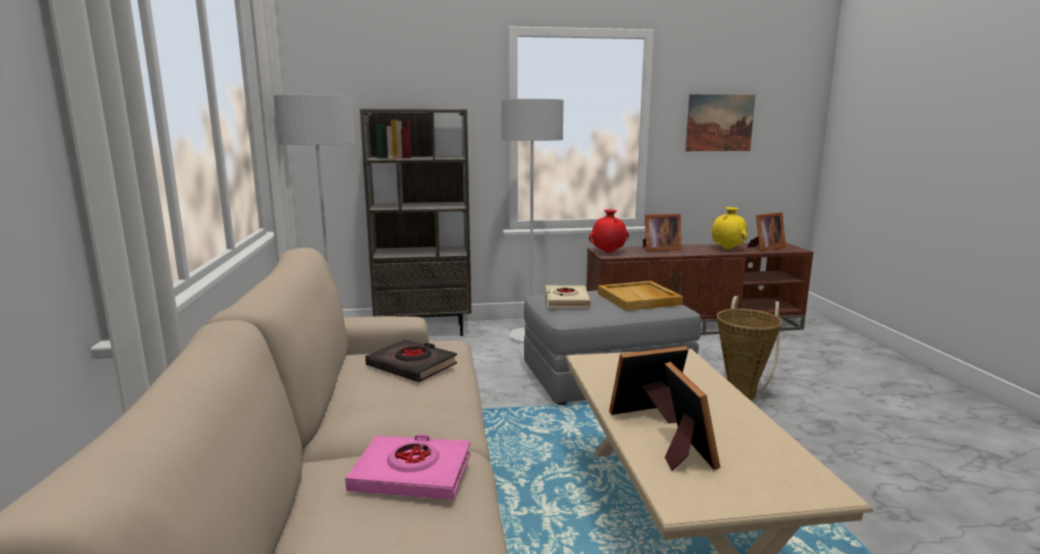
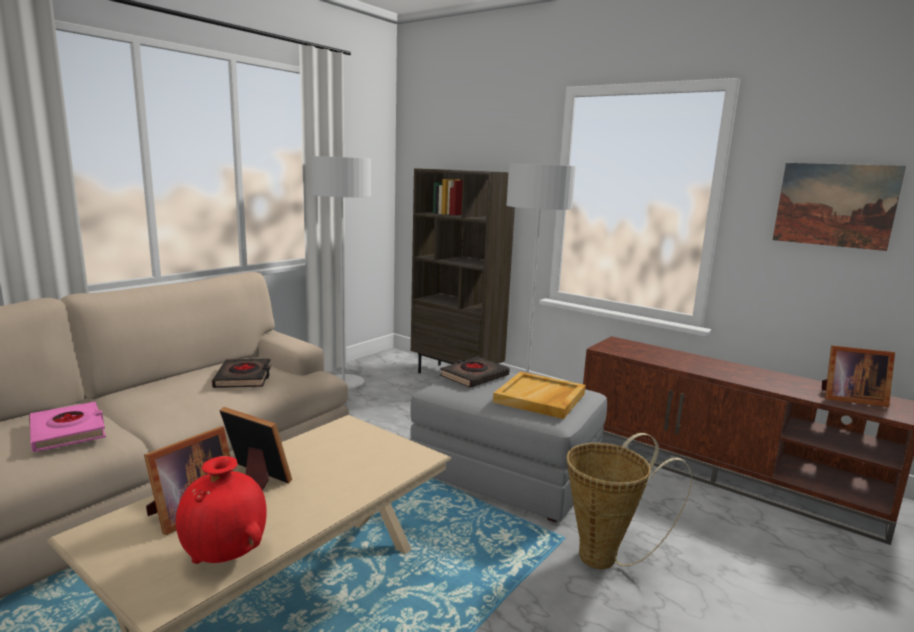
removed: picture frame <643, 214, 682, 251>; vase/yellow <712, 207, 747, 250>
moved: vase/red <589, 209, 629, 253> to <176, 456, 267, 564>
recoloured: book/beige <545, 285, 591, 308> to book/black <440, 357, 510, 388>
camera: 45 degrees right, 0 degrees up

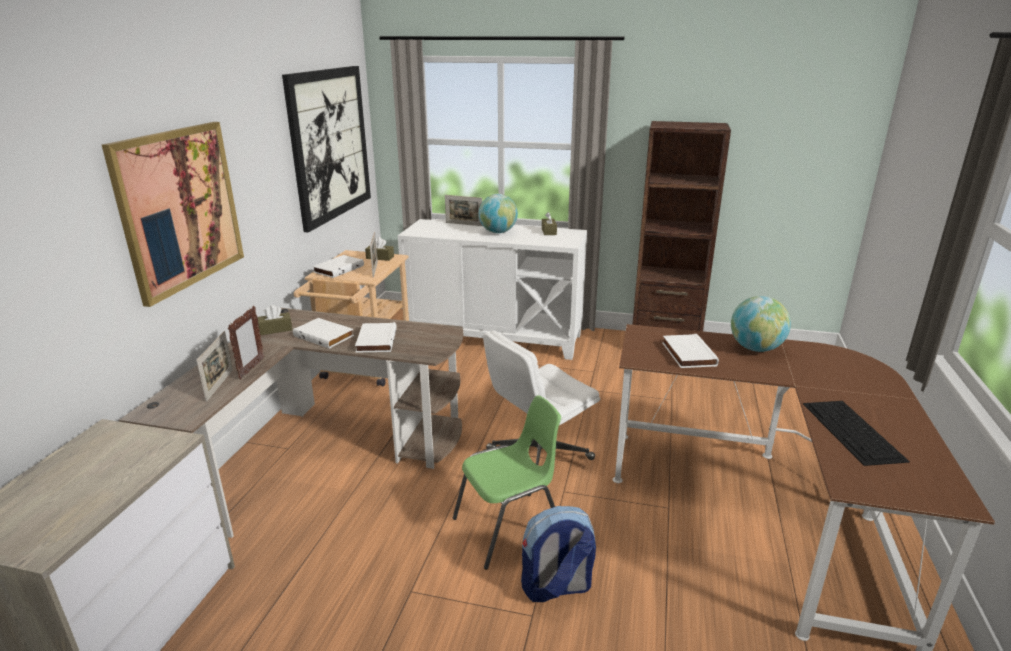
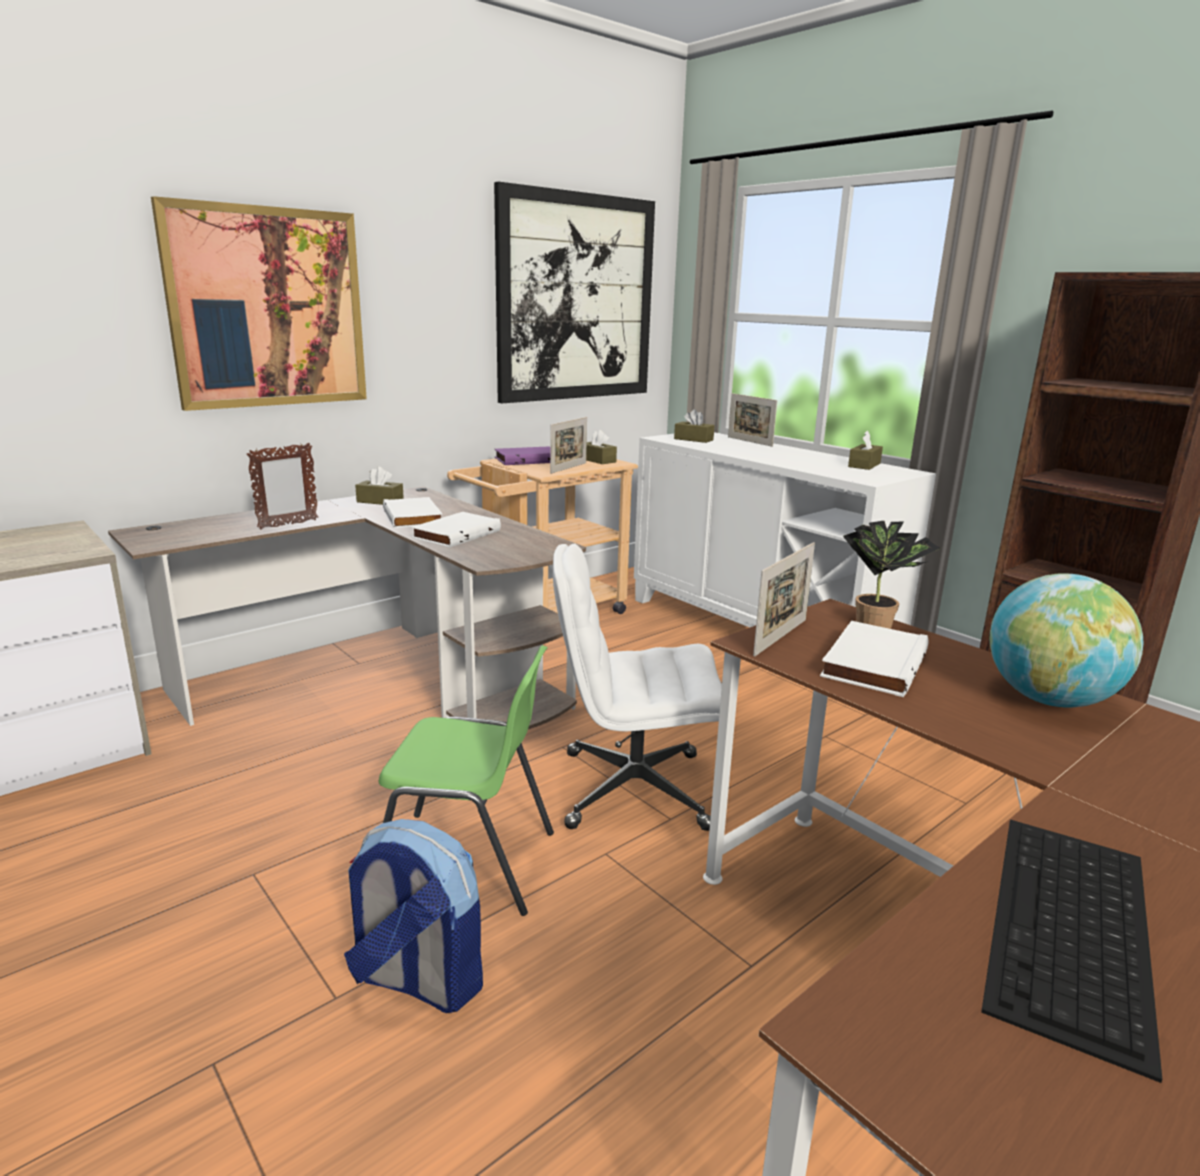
removed: globe <479, 194, 518, 233>
added: tissue box/brown <674, 409, 715, 443>; potted plant <843, 521, 940, 629>
moved: picture frame <196, 331, 233, 402> to <753, 542, 815, 656>
recoloured: book/white <312, 255, 364, 278> to book/purple <494, 446, 550, 465>
camera: 35 degrees right, 5 degrees down

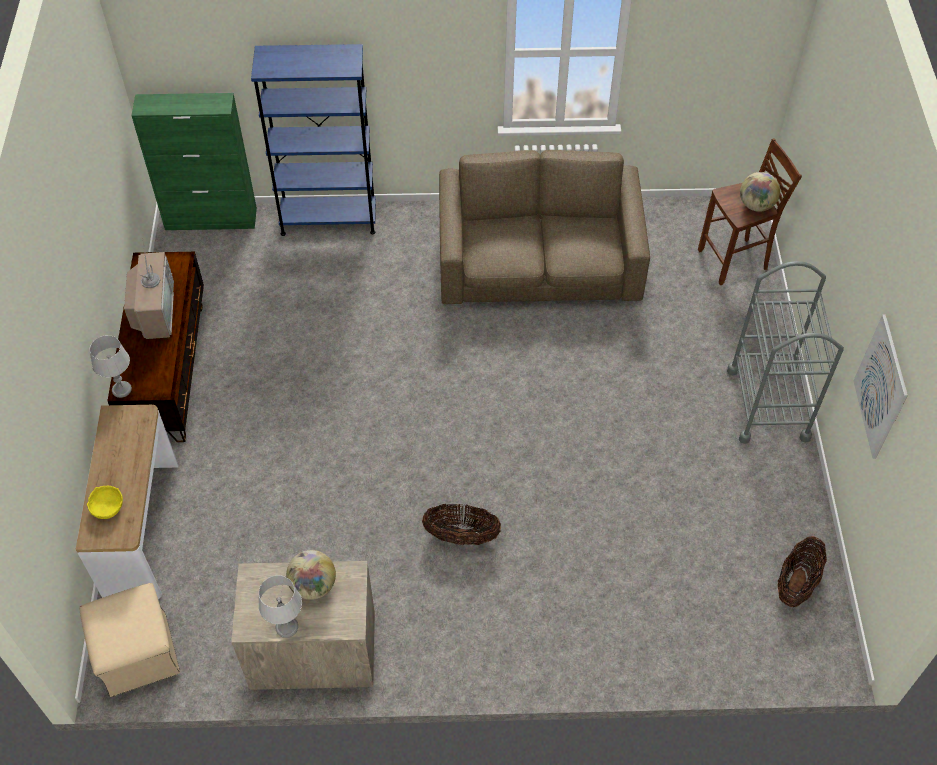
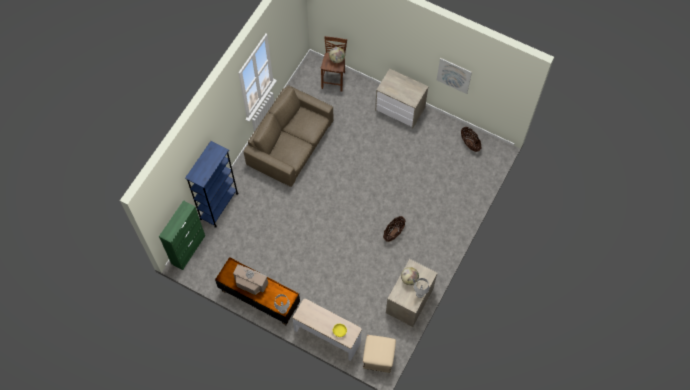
replaced: cart/grey <727, 261, 844, 444> to dresser <375, 69, 429, 128>
camera: 60 degrees left, 10 degrees up

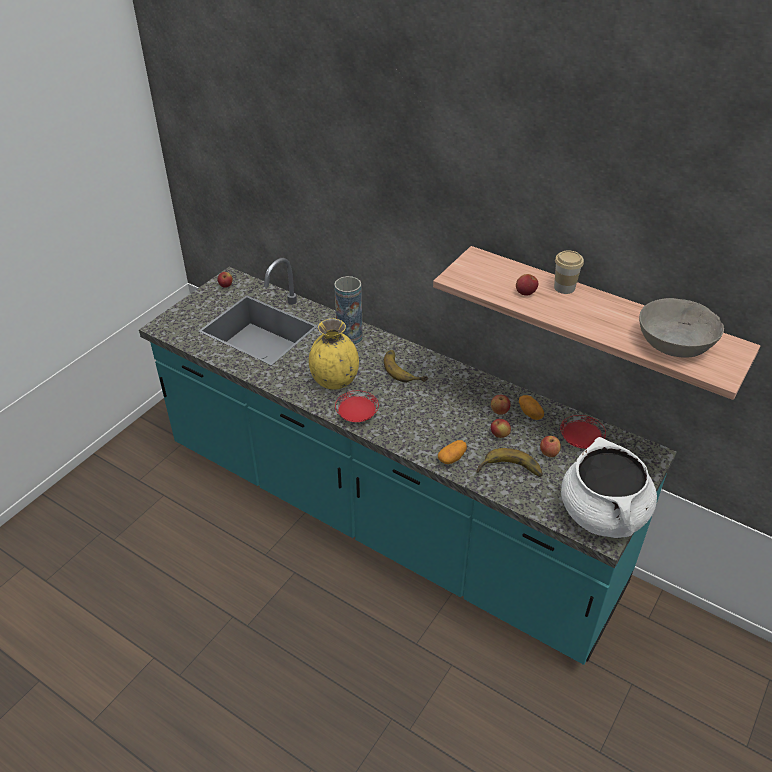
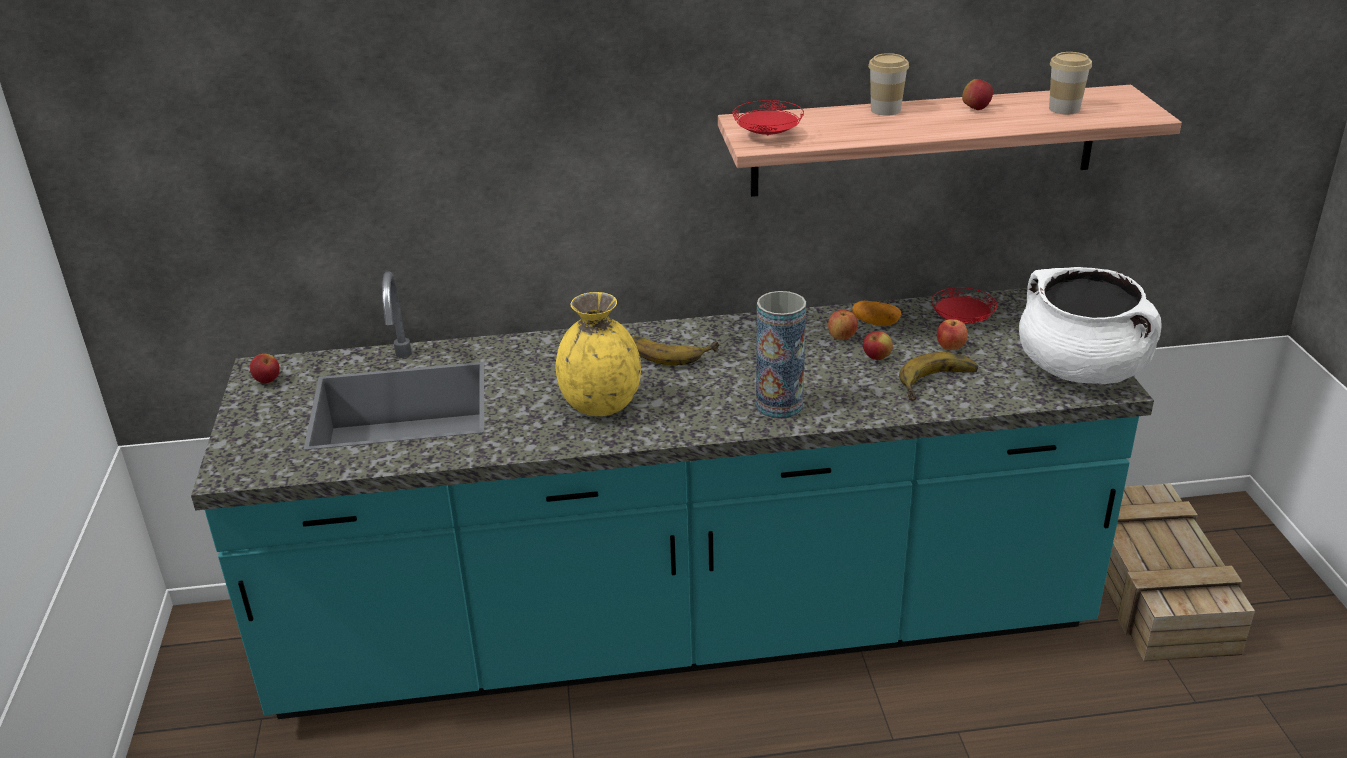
removed: potato <438, 440, 467, 464>
added: crate <1104, 484, 1255, 661>
moved: vase <334, 276, 363, 345> to <756, 291, 806, 419>; plate/red <335, 391, 379, 422> to <732, 100, 804, 135>; apple <516, 274, 538, 296> to <962, 79, 993, 110>
replaced: bowl/grey <639, 298, 724, 358> to cup <1049, 52, 1092, 115>
camera: 40 degrees left, 10 degrees down

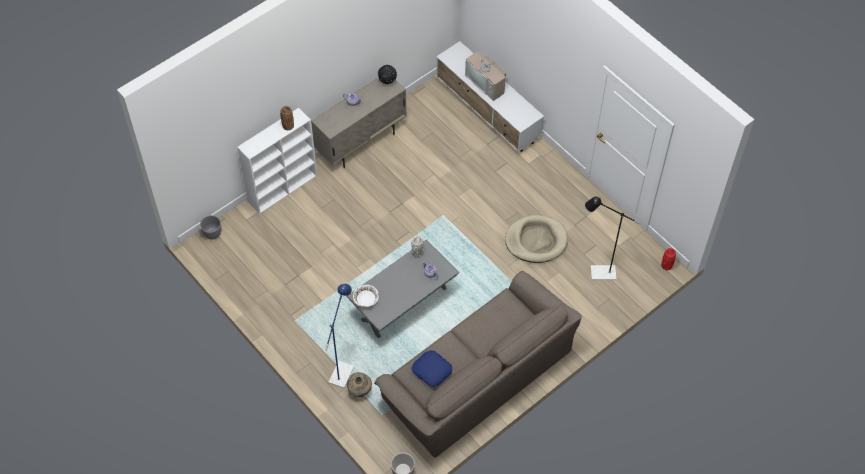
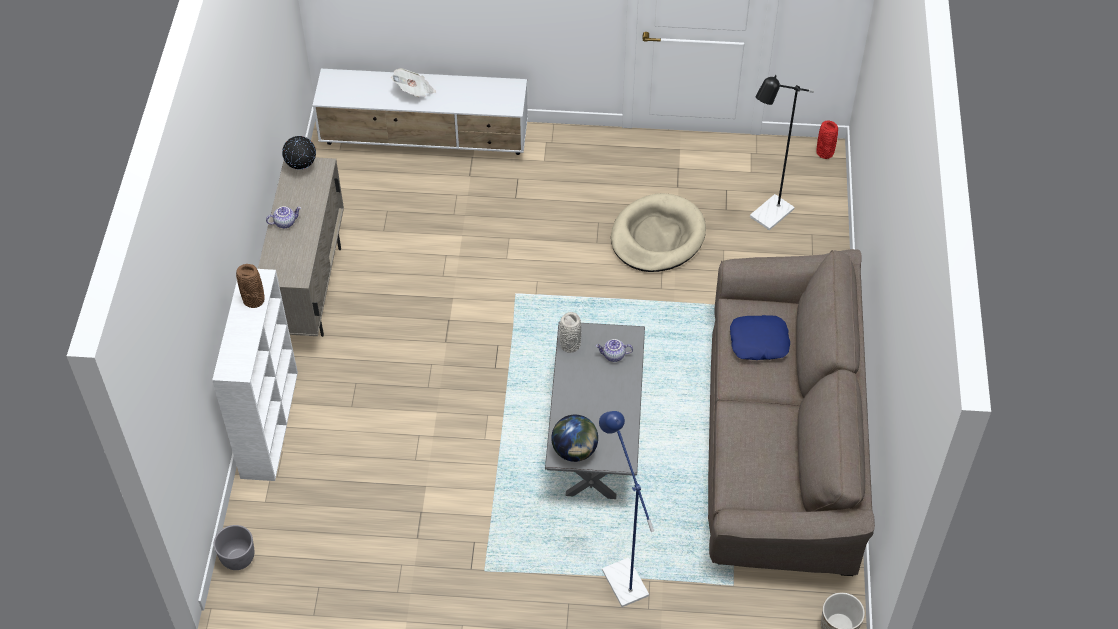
removed: vase/beige <347, 372, 372, 397>
moved: pillow/blue <412, 350, 452, 387> to <730, 315, 790, 360>
replaced: bowl/white <353, 285, 379, 308> to globe <551, 415, 598, 462>; television <465, 45, 506, 101> to newspaper <391, 68, 436, 97>
camera: 45 degrees left, 5 degrees down

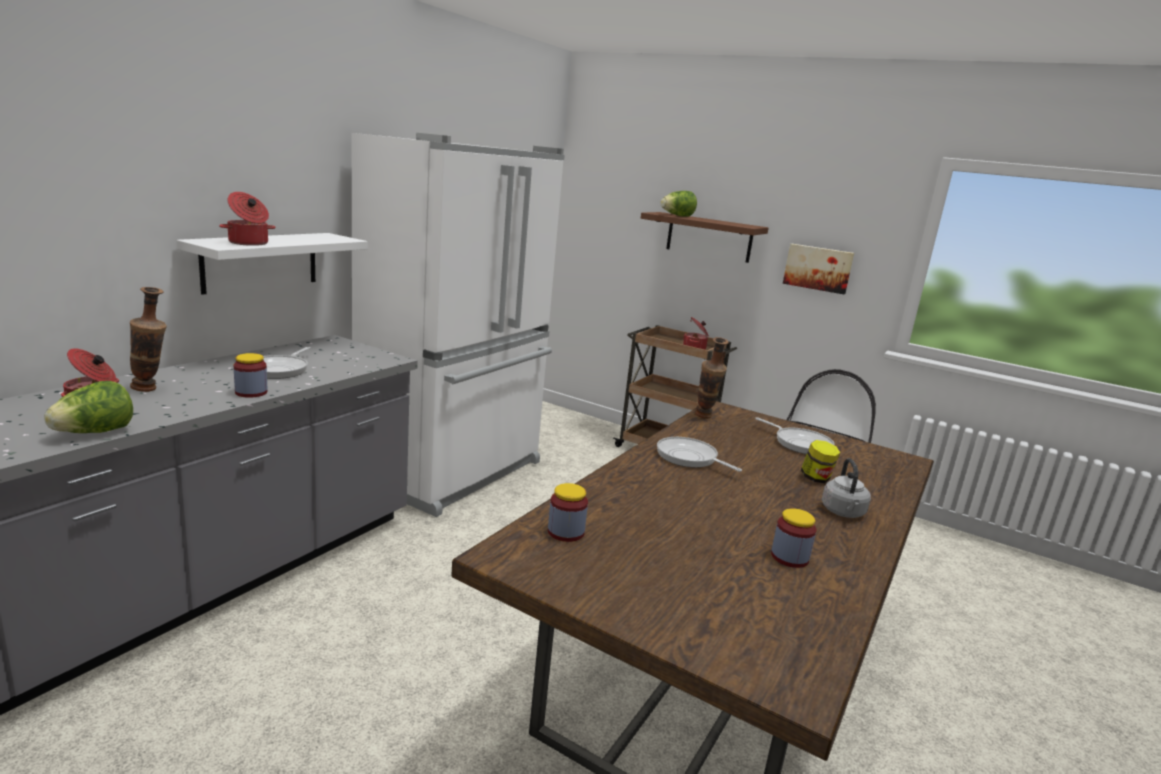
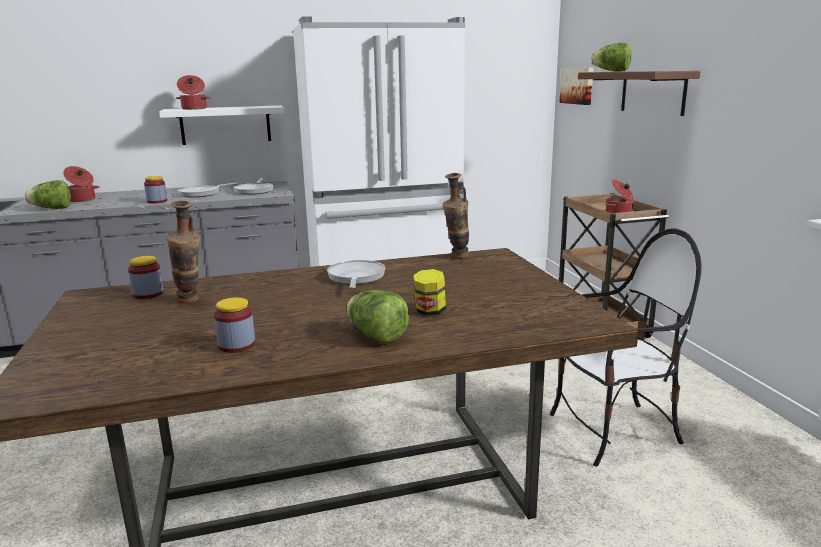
moved: vase <130, 287, 167, 392> to <167, 201, 200, 304>; frying pan <755, 418, 835, 454> to <234, 178, 273, 195>; picture <783, 244, 854, 294> to <560, 67, 593, 105>
replaced: kettle/grey <822, 458, 871, 518> to lettuce <347, 290, 409, 344>
camera: 45 degrees right, 0 degrees up

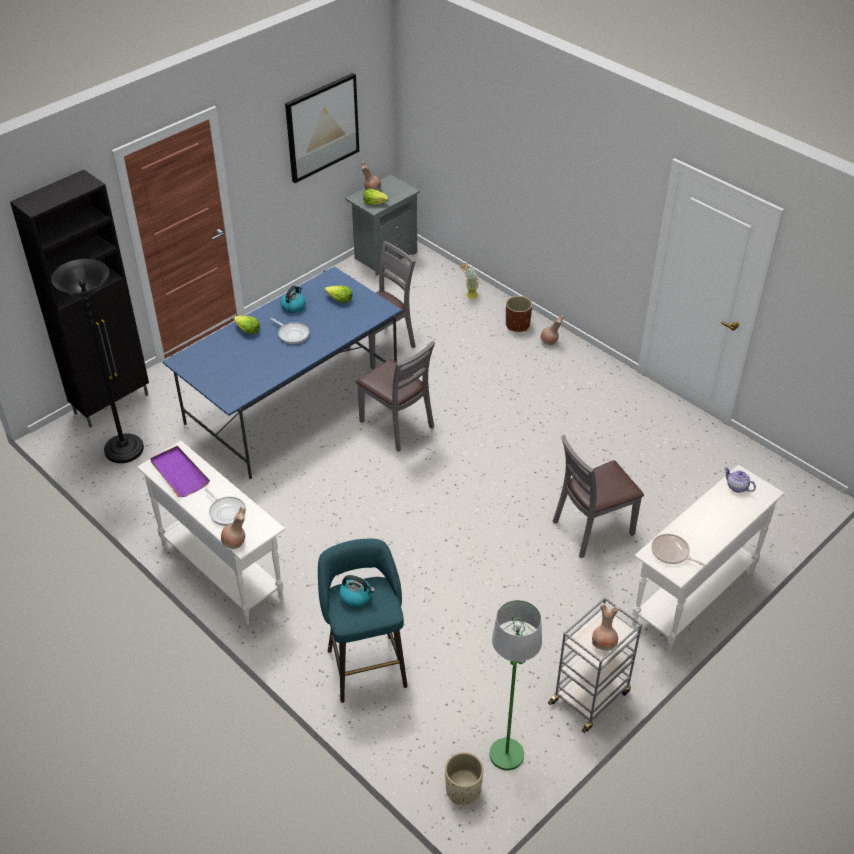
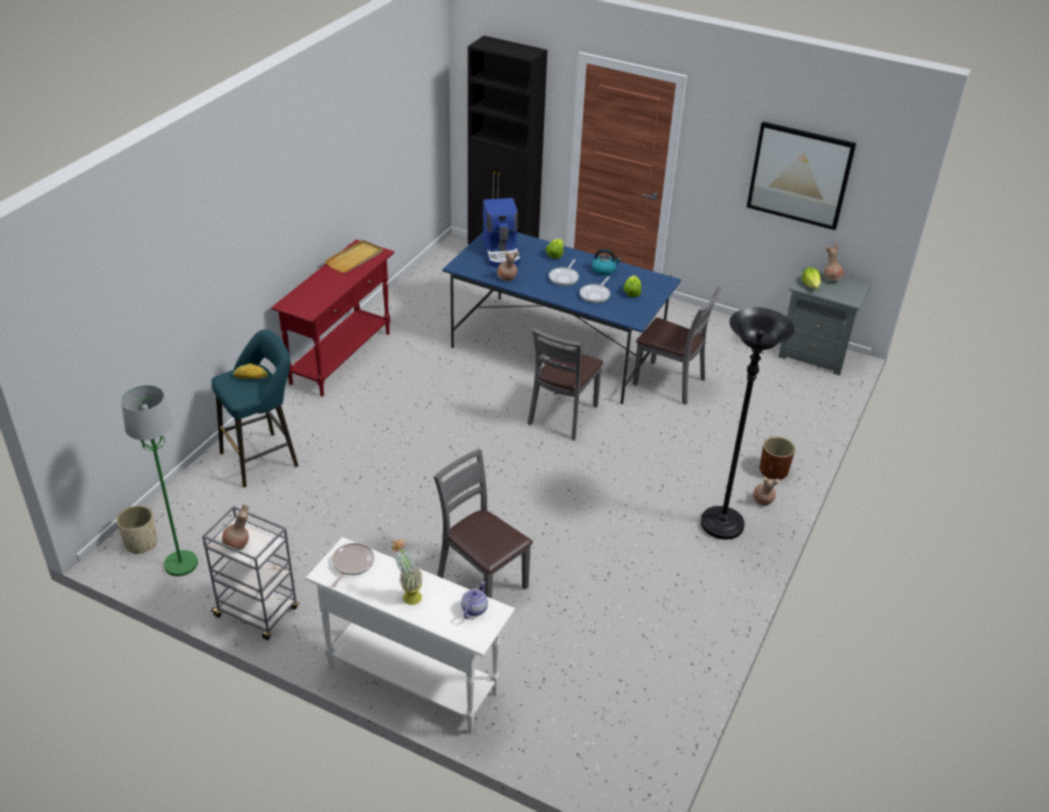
added: coffee machine <483, 198, 520, 267>
moved: floor lamp/black <51, 259, 144, 463> to <701, 307, 794, 540>; frying pan <204, 488, 246, 526> to <580, 276, 610, 303>; vase/brown <221, 507, 246, 549> to <497, 250, 519, 281>; potted plant <460, 262, 480, 299> to <392, 539, 423, 605>
replaced: kettle <339, 575, 375, 607> to bread <233, 363, 268, 379>
recoloured: console table/white <137, 441, 285, 624> to console table/red <271, 240, 395, 396>; tray/purple <150, 446, 210, 497> to tray/beige <325, 240, 383, 273>
camera: 70 degrees right, 5 degrees down

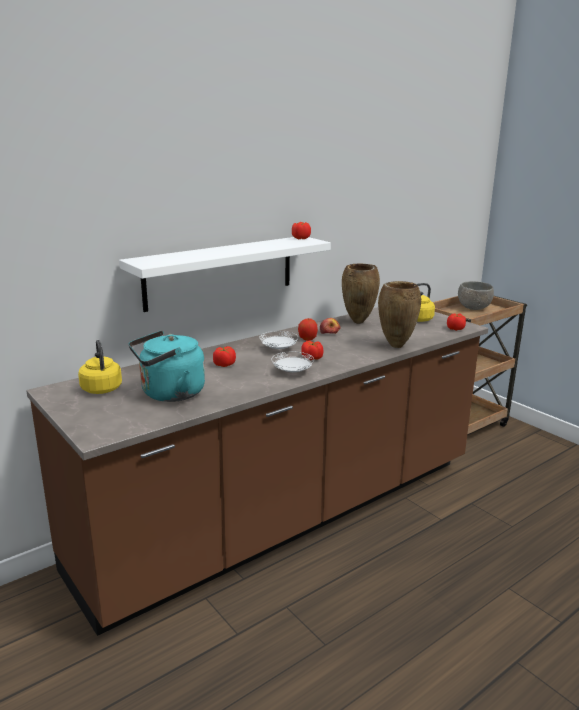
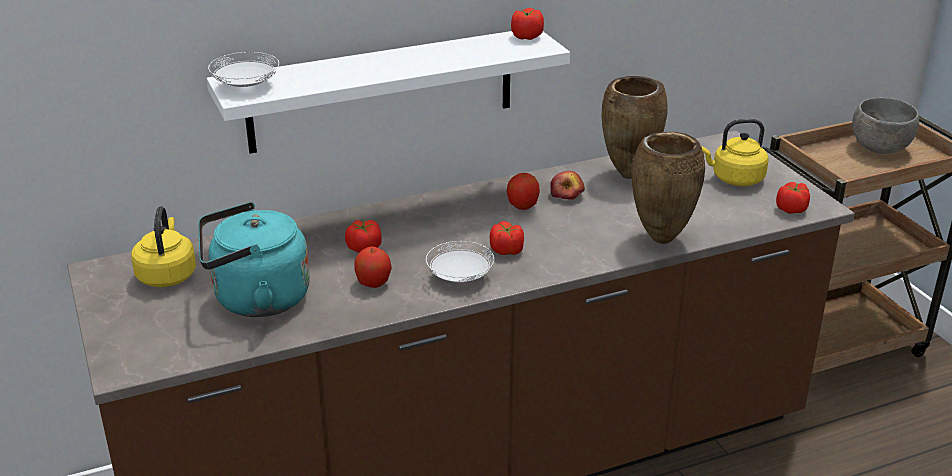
added: apple <354, 247, 392, 288>
moved: plate/white <259, 331, 298, 349> to <208, 52, 279, 87>
camera: 15 degrees right, 10 degrees up

